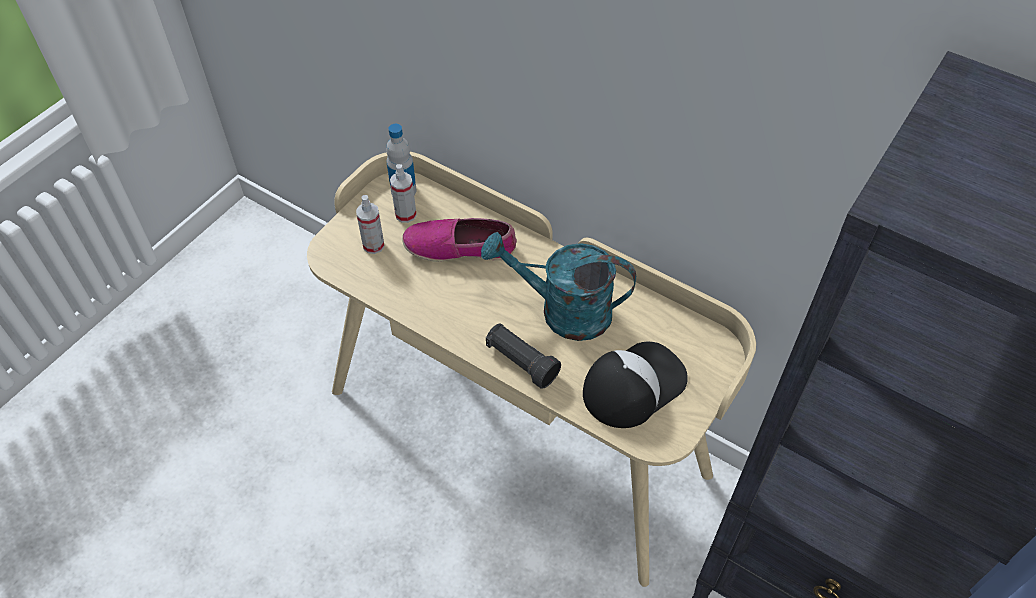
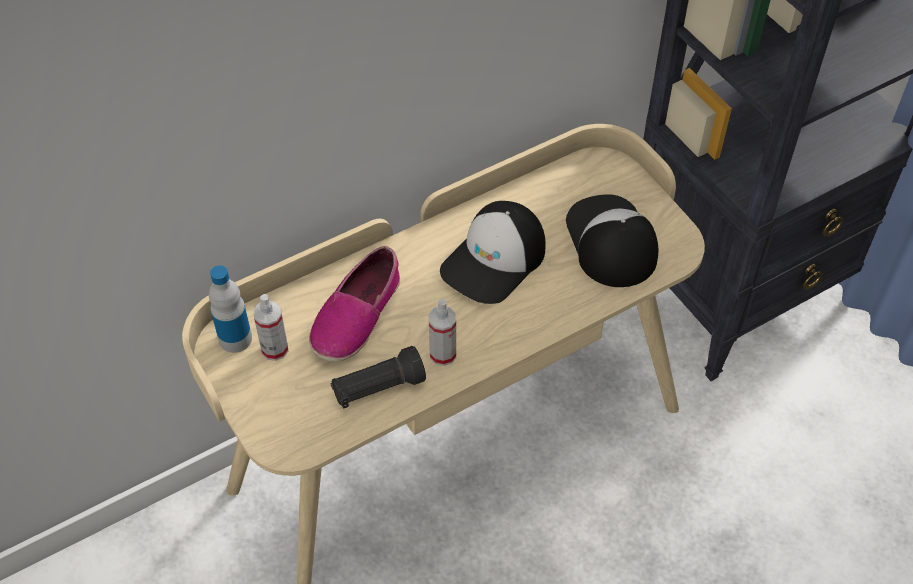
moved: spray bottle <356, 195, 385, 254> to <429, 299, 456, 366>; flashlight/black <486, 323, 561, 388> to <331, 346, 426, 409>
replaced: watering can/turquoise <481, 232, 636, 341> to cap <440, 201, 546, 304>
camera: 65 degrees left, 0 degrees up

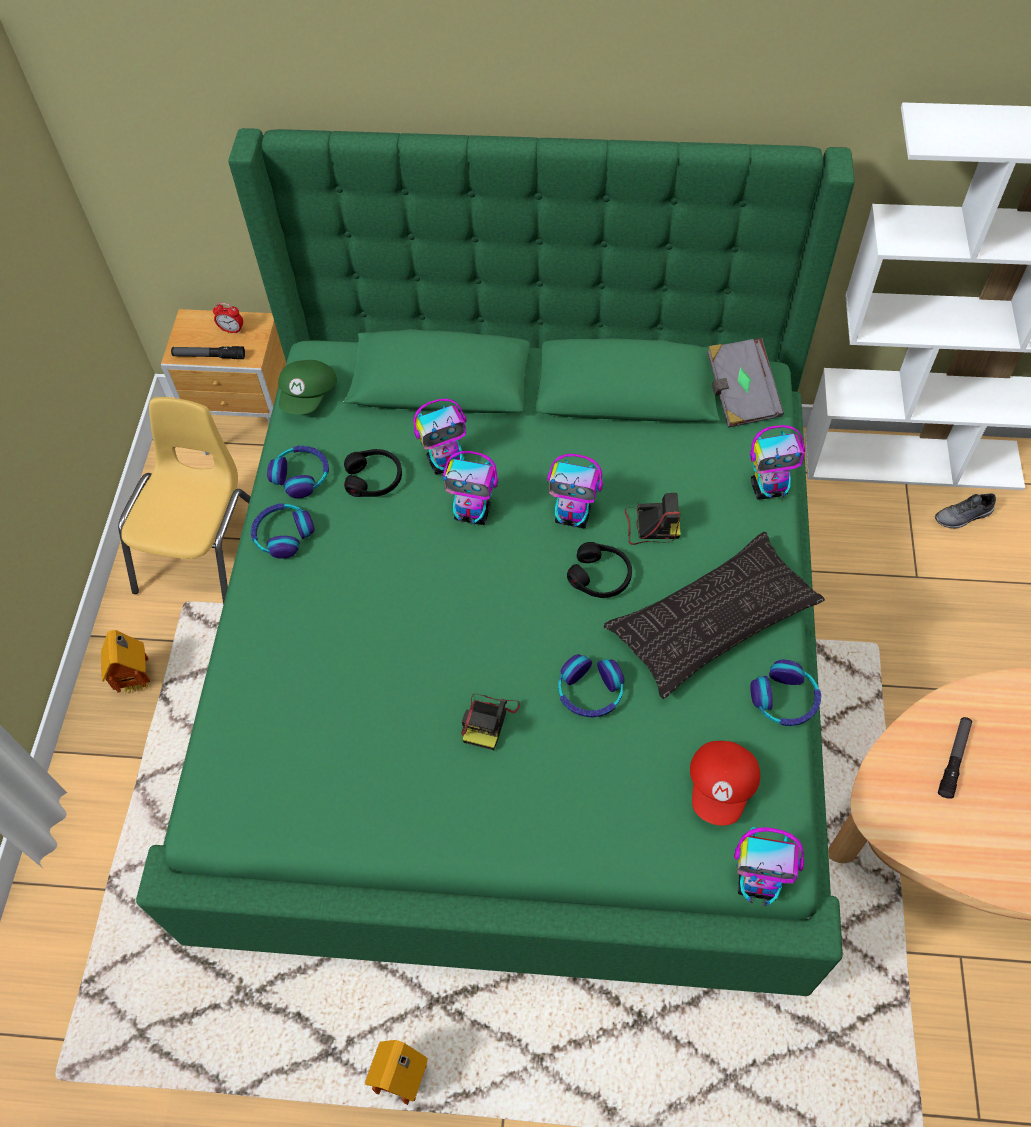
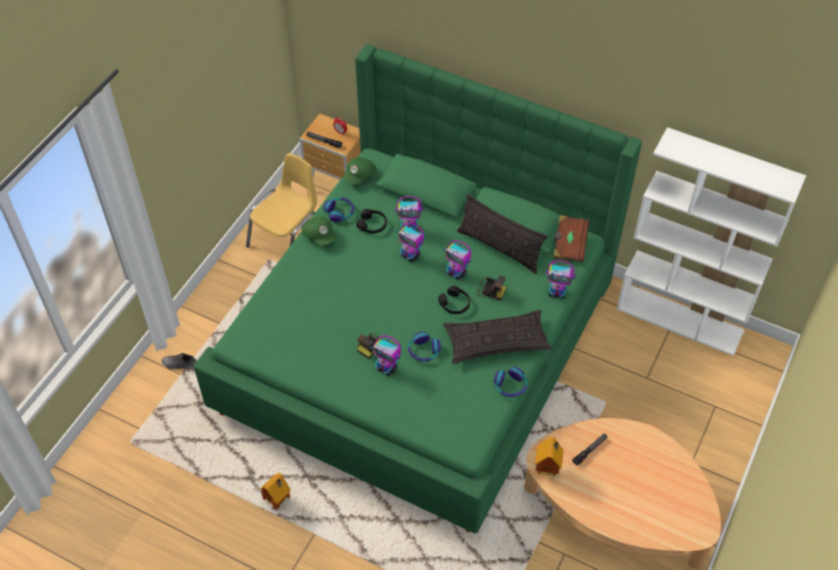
removed: cap/red <690, 741, 760, 826>
added: pillow <457, 194, 548, 274>
moved: toy house <101, 630, 150, 694> to <535, 437, 563, 476>; toy robot <734, 827, 804, 906> to <370, 335, 401, 376>; shoe/grey <935, 493, 996, 528> to <162, 353, 197, 369>
replaced: headphones <251, 503, 315, 559> to cap/green <302, 217, 335, 245>
recoloured: book/grey <707, 338, 784, 428> to book/brown <554, 215, 589, 262>
camera: 20 degrees right, 5 degrees down

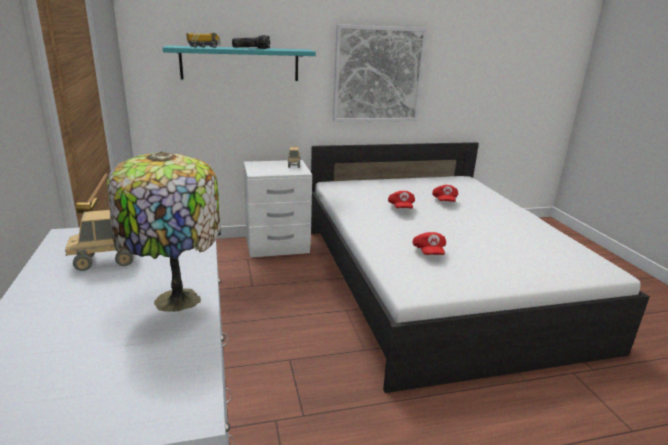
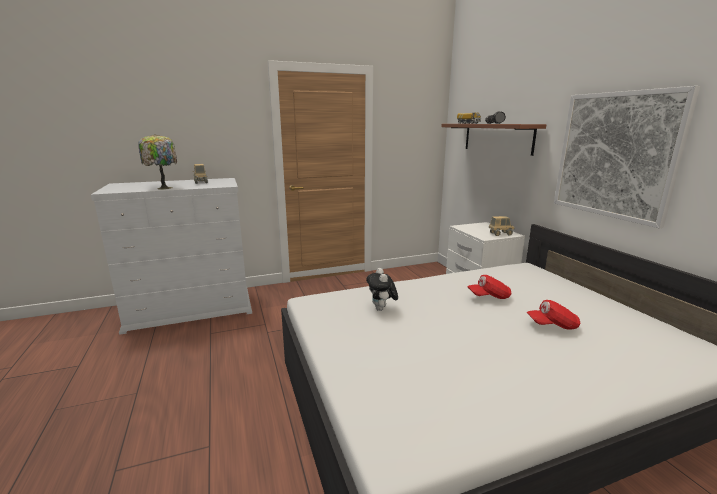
replaced: cap/red <413, 232, 446, 255> to plush toy <366, 268, 398, 311>
recoloured: shelf/turquoise <163, 45, 316, 81> to shelf/brown <441, 124, 547, 156>
camera: 85 degrees right, 5 degrees down

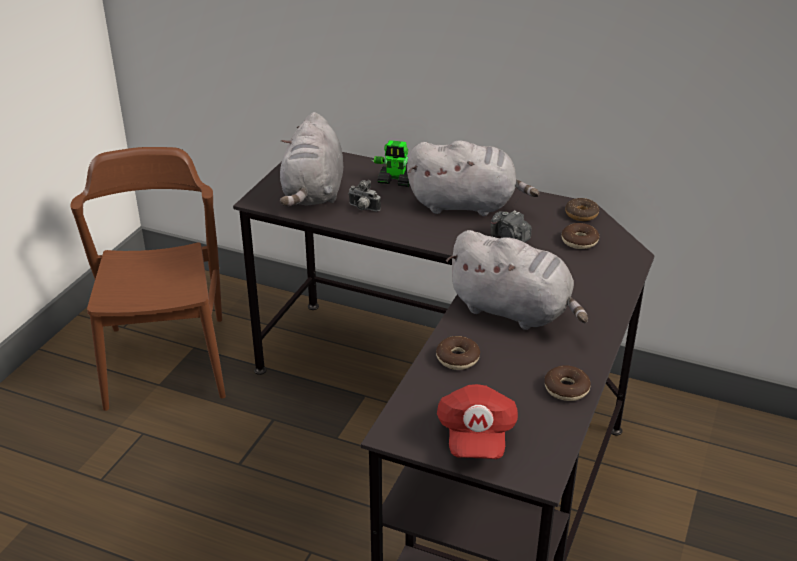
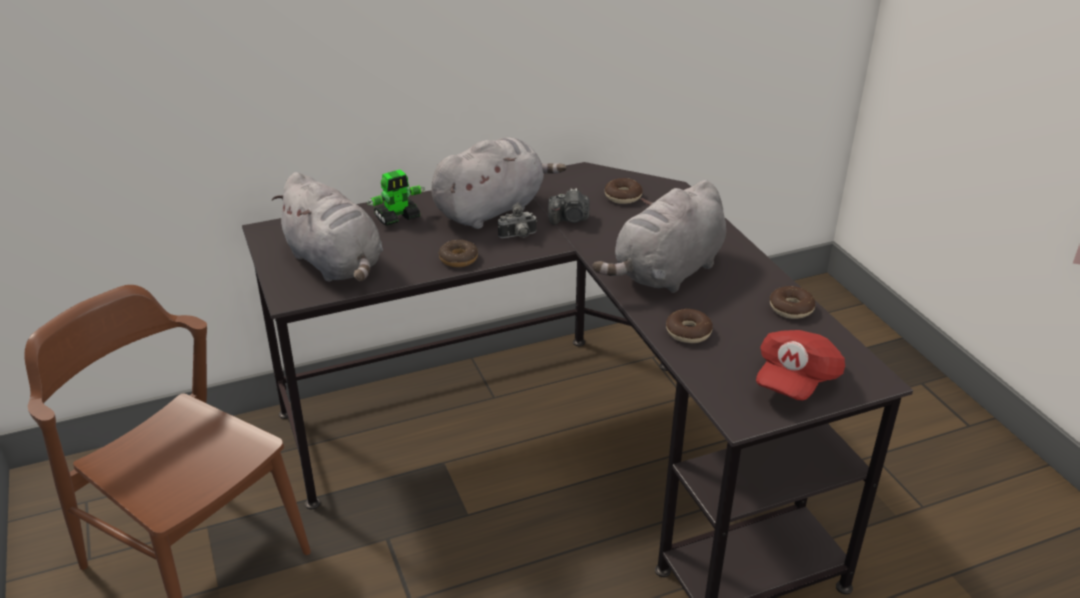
moved: photo camera <348, 180, 381, 211> to <498, 202, 537, 238>; donut <565, 198, 599, 221> to <439, 240, 478, 267>
turned: cap/red <437, 384, 518, 459> = <756, 330, 845, 400> 75 degrees clockwise; plush toy/grey <446, 230, 588, 330> = <593, 180, 726, 293> 150 degrees clockwise
camera: 45 degrees left, 0 degrees up

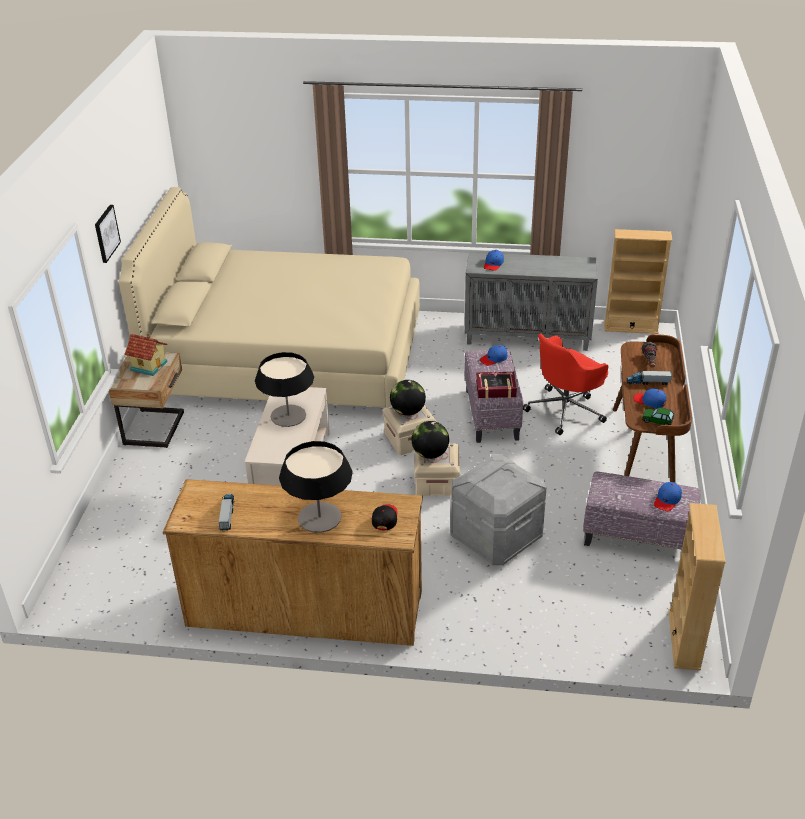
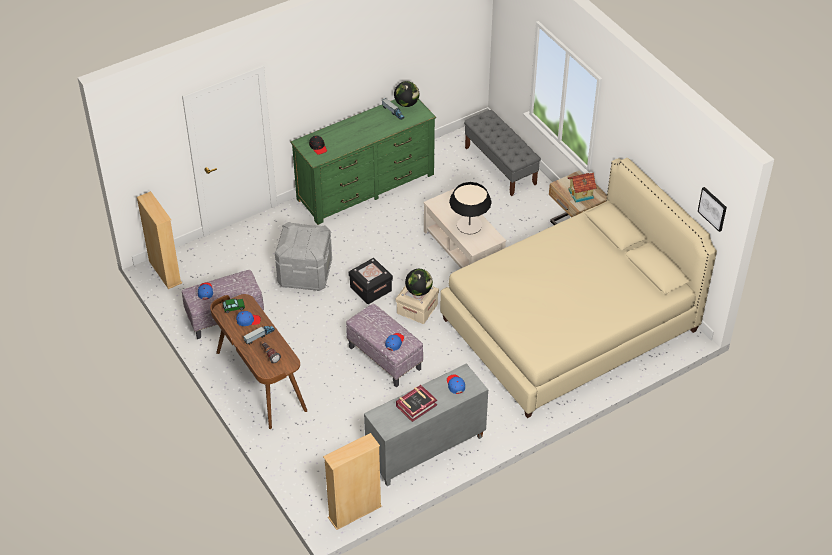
removed: table lamp <279, 441, 353, 533>; office chair/red <523, 334, 608, 435>
added: bench/grey <464, 110, 541, 196>
moved: picture <95, 205, 121, 263> to <698, 187, 727, 232>; globe <412, 421, 449, 459> to <394, 81, 419, 107>; book <476, 372, 517, 399> to <396, 385, 437, 422>
recoloured: dresser/brown <163, 479, 423, 646> to dresser/green <290, 99, 436, 225>; storage box/beige <415, 444, 460, 496> to storage box/black <348, 258, 393, 304>
camera: 140 degrees right, 10 degrees up

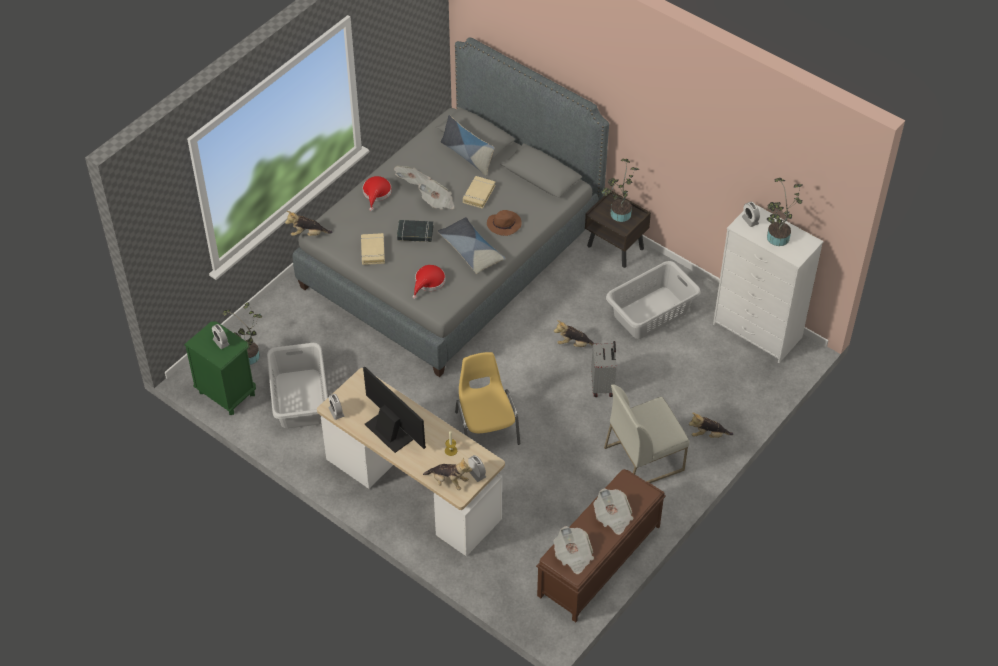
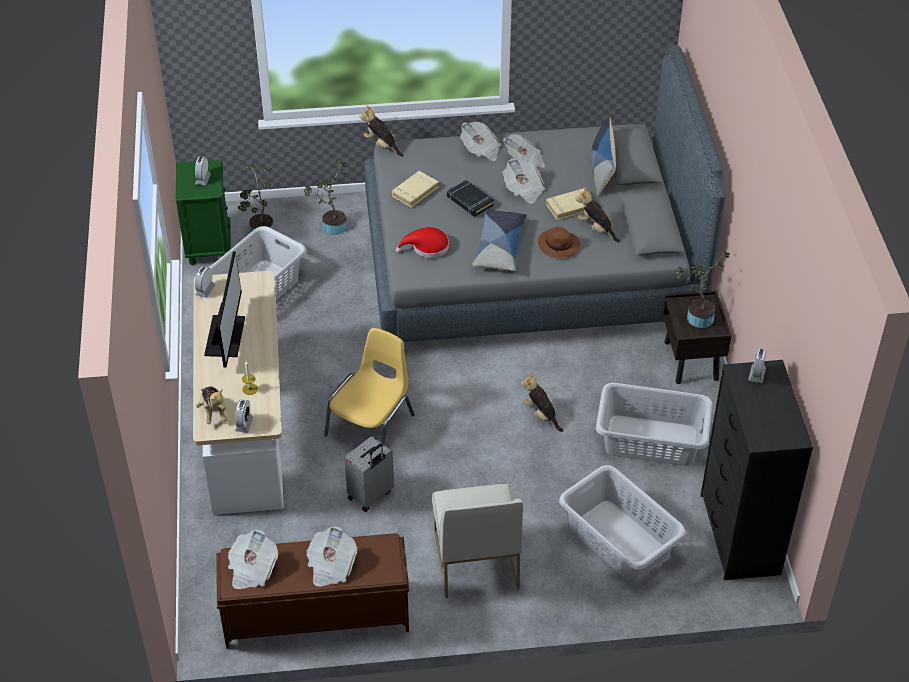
added: laundry basket/grey <559, 465, 686, 581>
moved: suitcase/grey <591, 341, 616, 397> to <344, 436, 394, 512>; plush toy <689, 413, 733, 438> to <575, 187, 620, 243>; potted plant <767, 178, 803, 246> to <304, 161, 347, 235>
replaced: hat/red <363, 176, 392, 211> to newspaper <460, 122, 501, 161>
recoloured: dresser/white <713, 205, 824, 363> to dresser/black <701, 360, 813, 580>
turned: chair/white <604, 384, 689, 483> = <432, 483, 523, 598> 120 degrees counterclockwise
camera: 45 degrees right, 5 degrees down

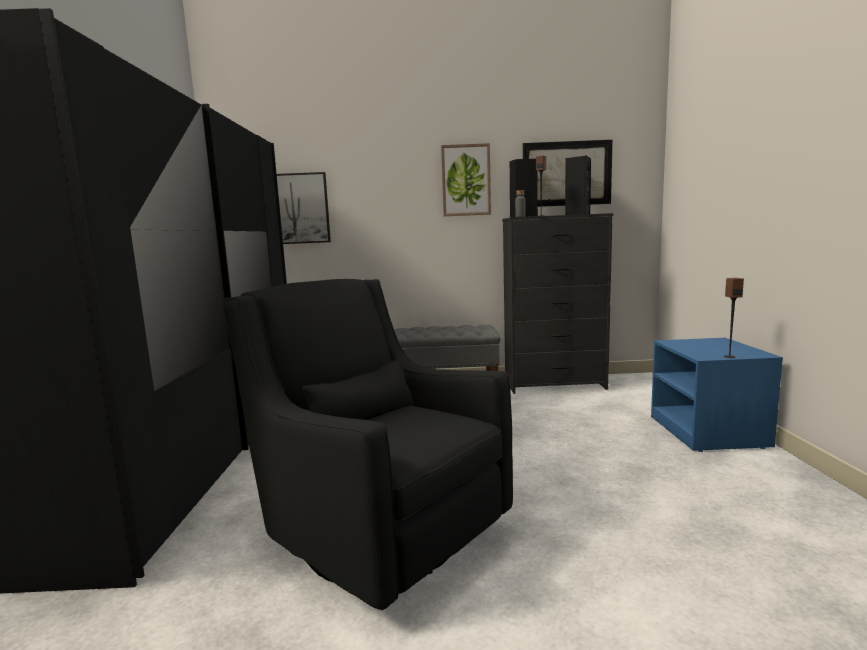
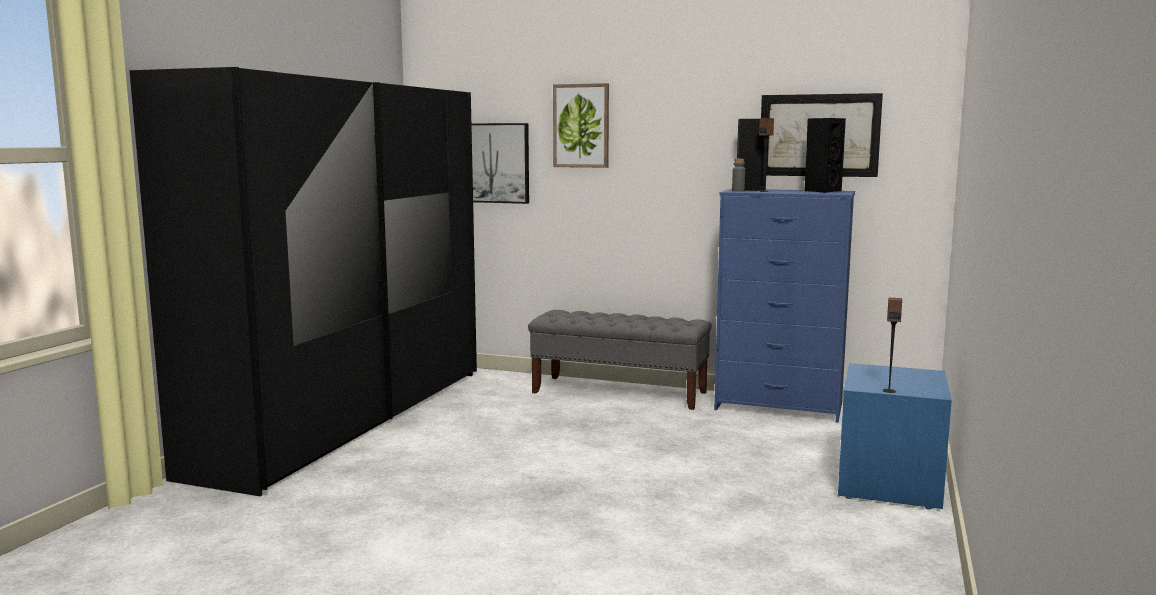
removed: armchair/black <223, 279, 513, 610>
moved: picture <441, 143, 491, 216> to <553, 83, 609, 168>
recoloured: dresser/black <502, 213, 613, 394> to dresser/blue <714, 189, 855, 423>
camera: 20 degrees right, 0 degrees up

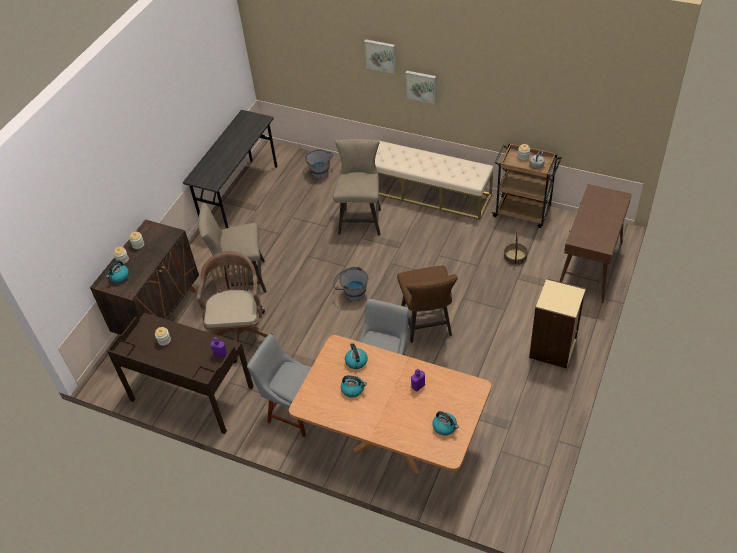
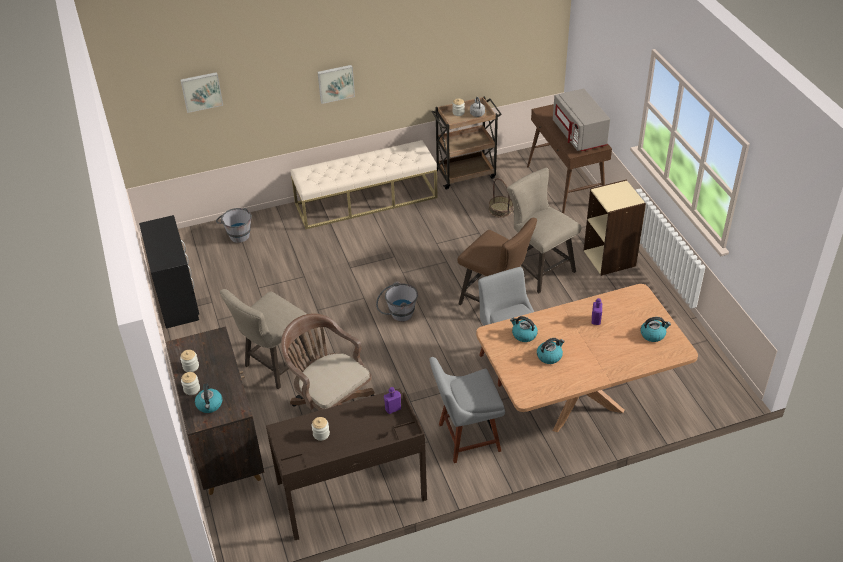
added: microwave/grey <553, 88, 610, 151>
moved: stool/beige <333, 139, 381, 235> to <507, 168, 581, 293>; picture <364, 39, 396, 74> to <180, 72, 223, 113>
replaced: desk/grey <183, 110, 277, 228> to dresser/black <139, 215, 199, 329>
camera: 45 degrees left, 5 degrees down

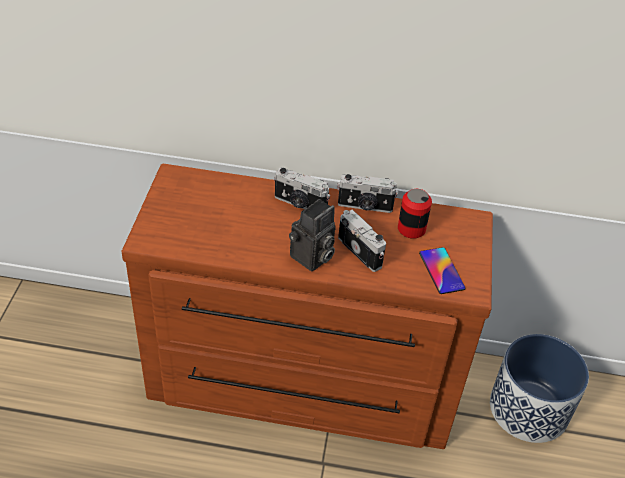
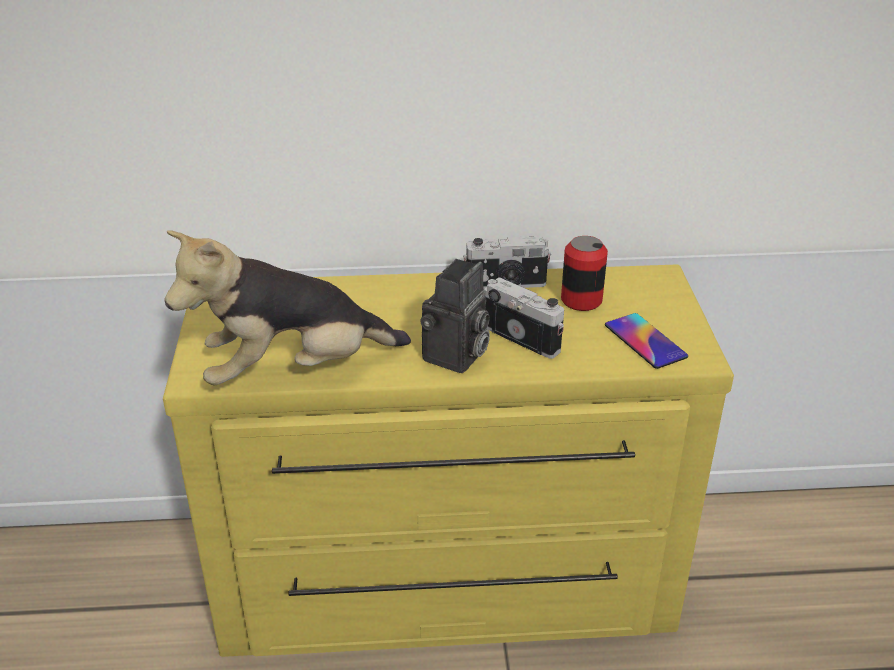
removed: photo camera <274, 168, 330, 209>; planter <490, 334, 589, 443>
added: plush toy <165, 230, 411, 385>
recoloured: dresser/brown <121, 164, 493, 449> to dresser/yellow <163, 264, 734, 657>
camera: 10 degrees left, 10 degrees down

